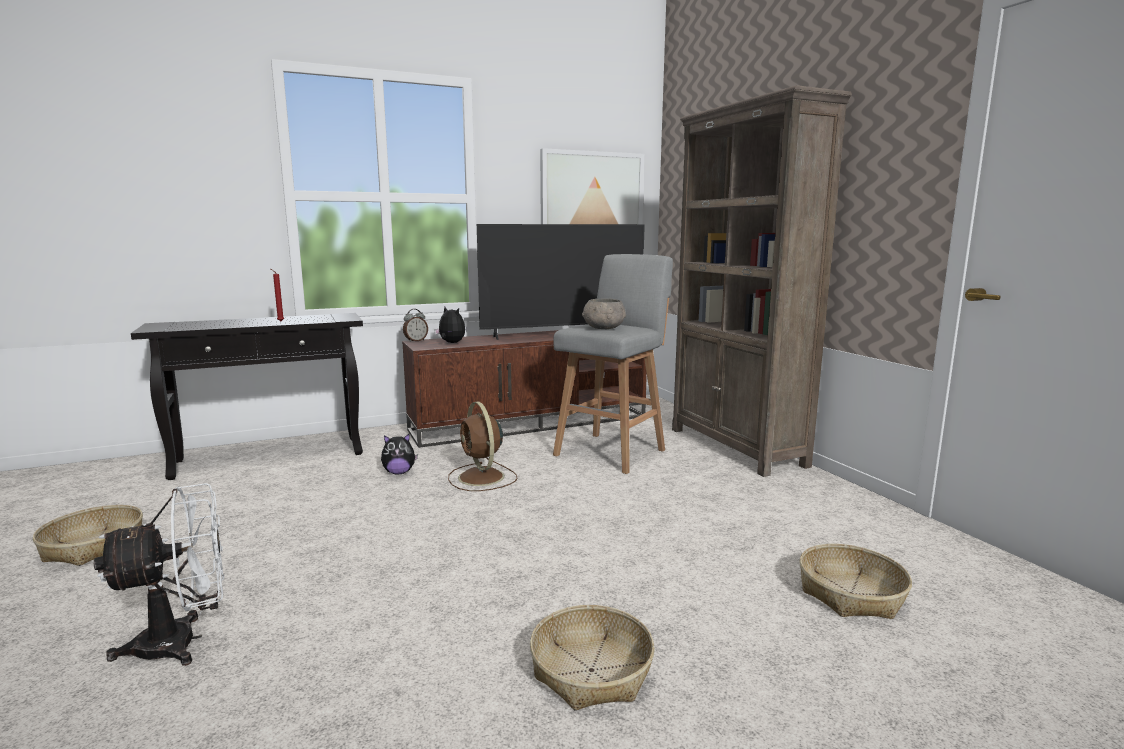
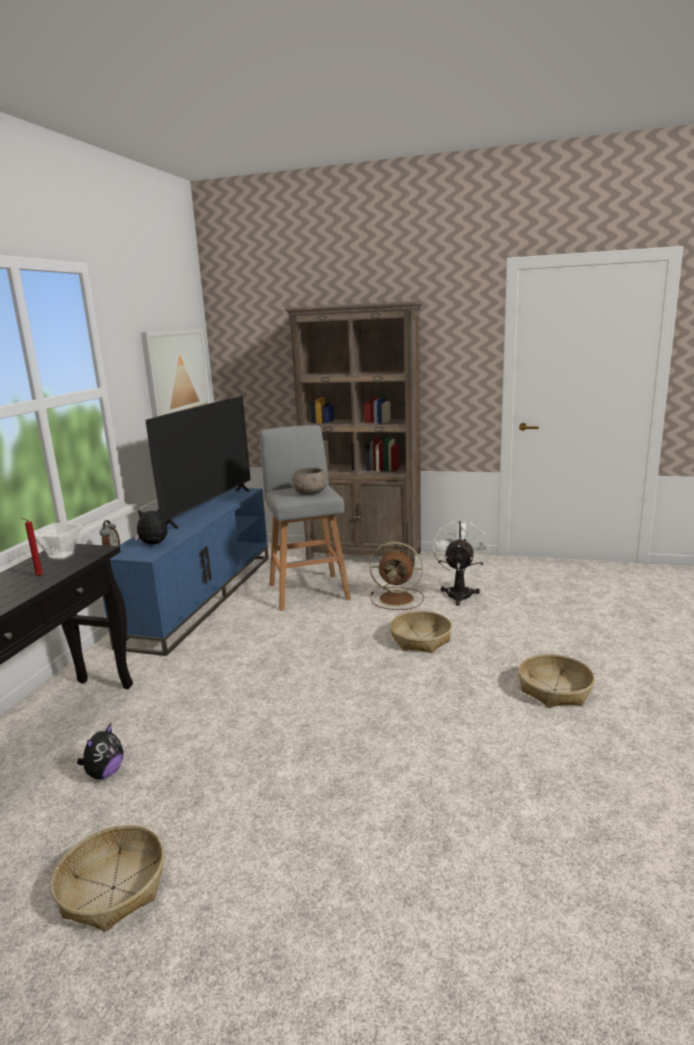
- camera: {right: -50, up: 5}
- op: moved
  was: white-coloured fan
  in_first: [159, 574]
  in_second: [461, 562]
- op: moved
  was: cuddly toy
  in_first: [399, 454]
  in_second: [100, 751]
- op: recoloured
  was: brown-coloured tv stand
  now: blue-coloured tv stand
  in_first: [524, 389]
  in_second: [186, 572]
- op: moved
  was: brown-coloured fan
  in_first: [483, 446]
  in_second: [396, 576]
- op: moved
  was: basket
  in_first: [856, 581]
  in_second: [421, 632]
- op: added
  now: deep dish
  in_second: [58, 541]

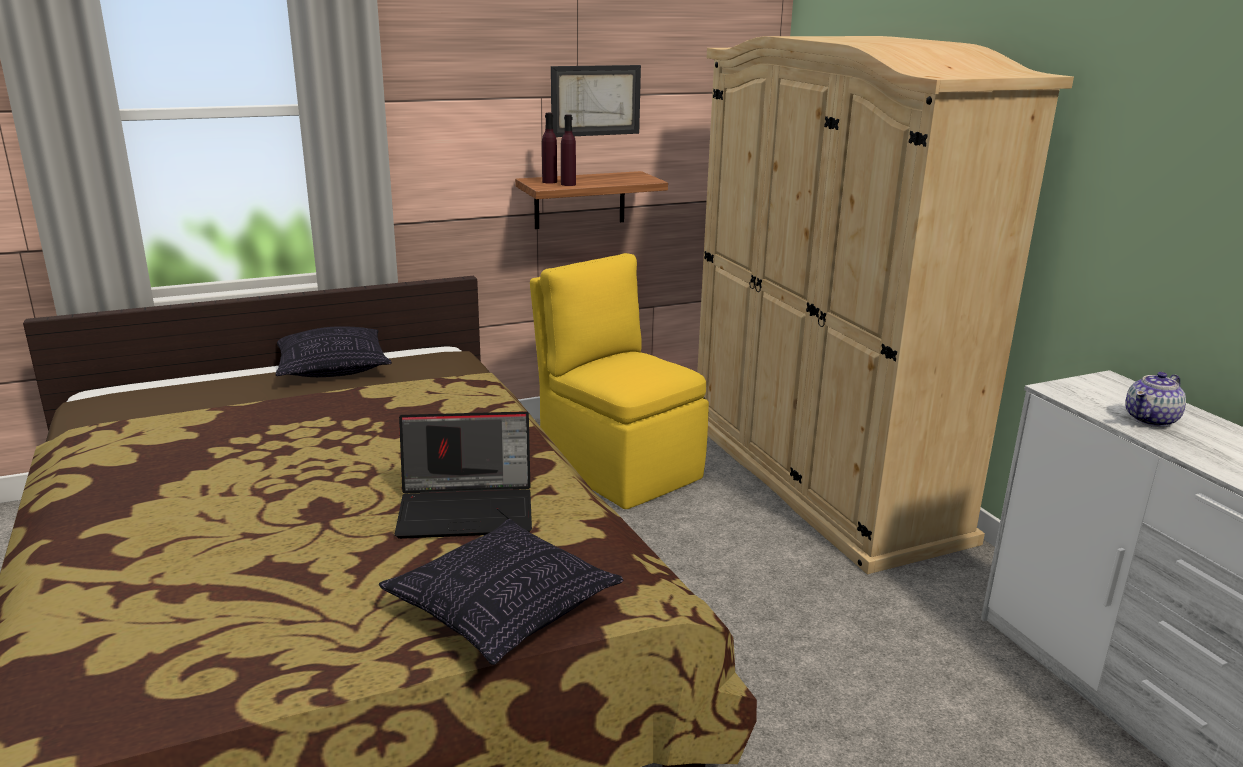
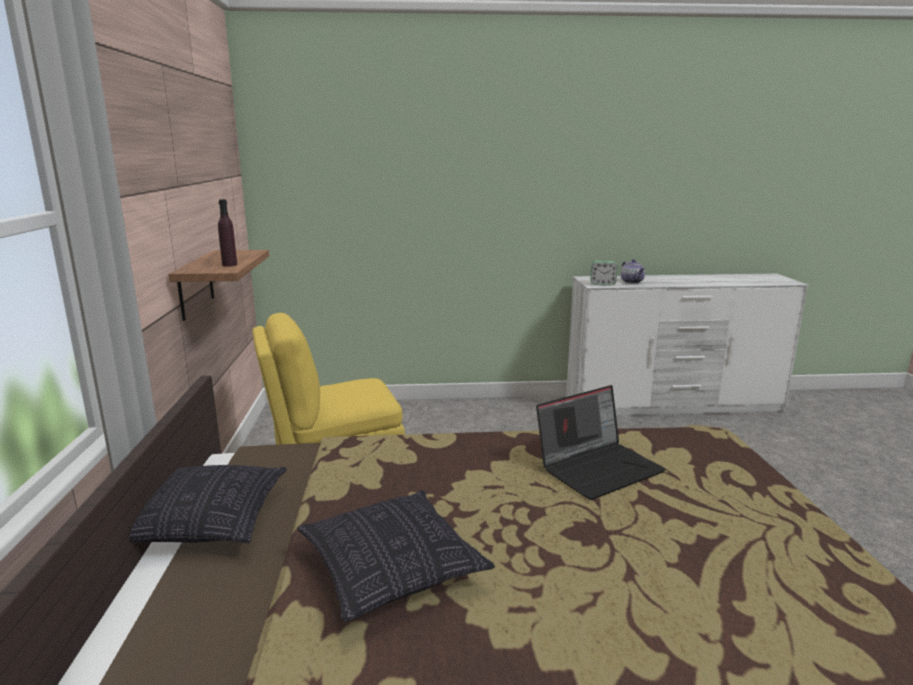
- camera: {right: -70, up: -5}
- op: moved
  was: throw pillow
  in_first: [501, 592]
  in_second: [396, 555]
- op: turned
  was: notebook computer
  in_first: [463, 475]
  in_second: [601, 442]
  clockwise: 45
- op: removed
  was: purplish drink bottle
  in_first: [549, 148]
- op: removed
  was: wall picture
  in_first: [596, 101]
- op: removed
  was: beige-coloured wardrobe
  in_first: [885, 305]
- op: added
  now: table clock
  in_second: [603, 273]

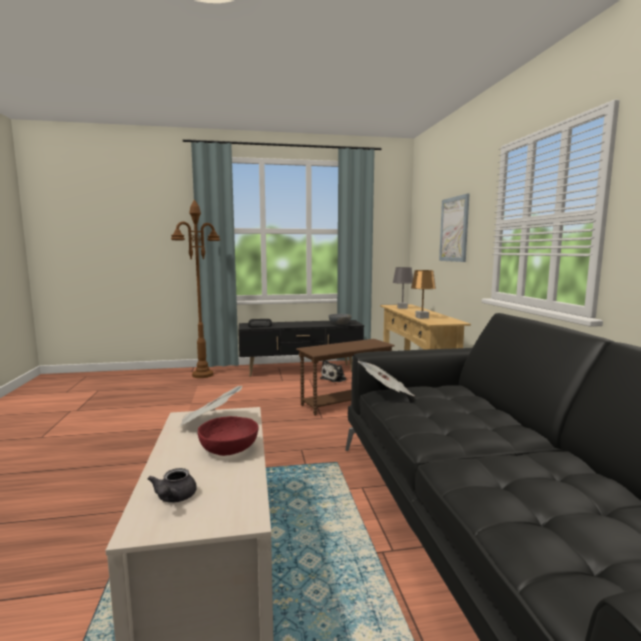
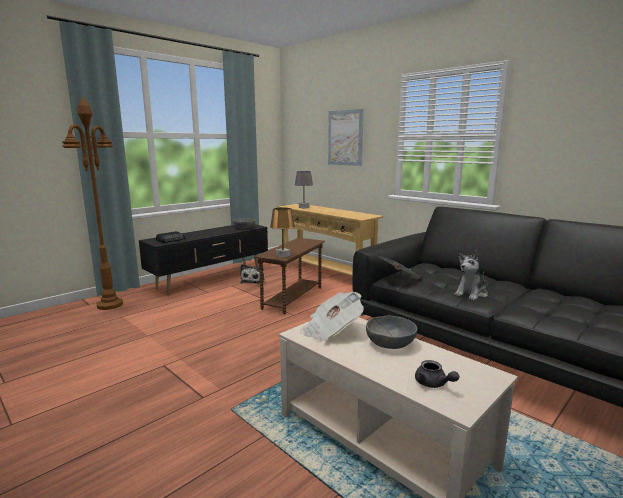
- camera: {right: -35, up: 5}
- op: recoloured
  was: red-coloured deep dish
  now: gray deep dish
  in_first: [228, 436]
  in_second: [391, 332]
- op: moved
  was: brown-coloured tabletop lamp
  in_first: [423, 294]
  in_second: [282, 232]
- op: added
  now: cuddly toy
  in_second: [471, 275]

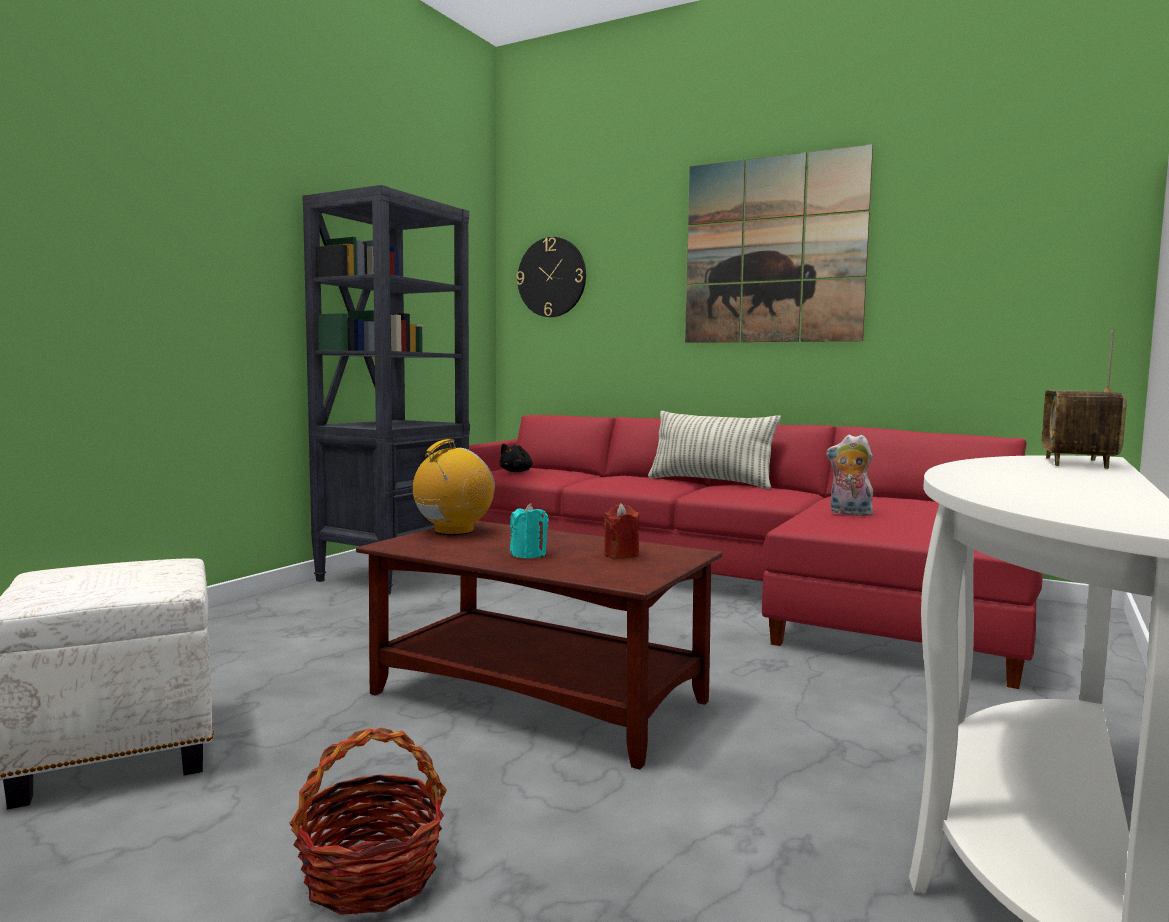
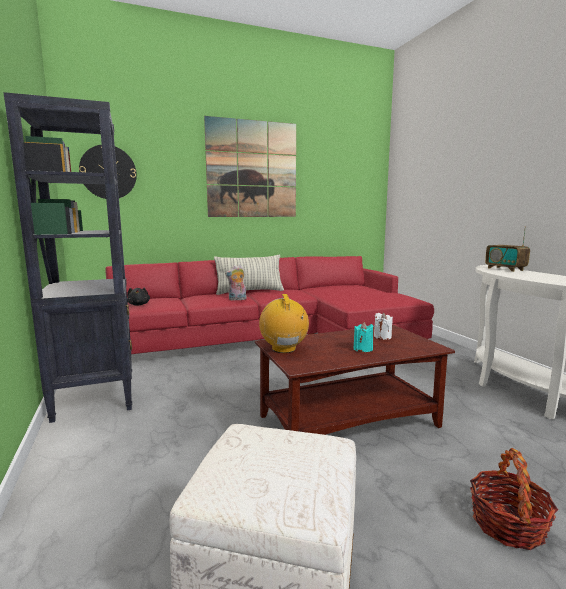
- camera: {right: -50, up: 5}
- op: recoloured
  was: red-coloured candle
  now: white-coloured candle
  in_first: [621, 531]
  in_second: [383, 326]
- op: moved
  was: cuddly toy
  in_first: [849, 475]
  in_second: [236, 283]

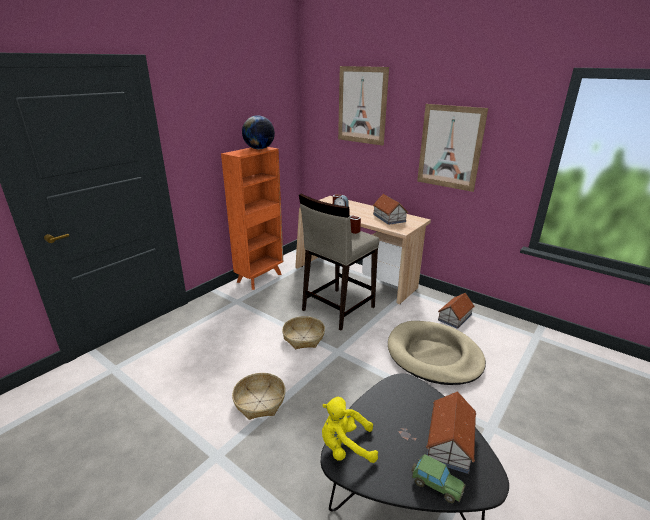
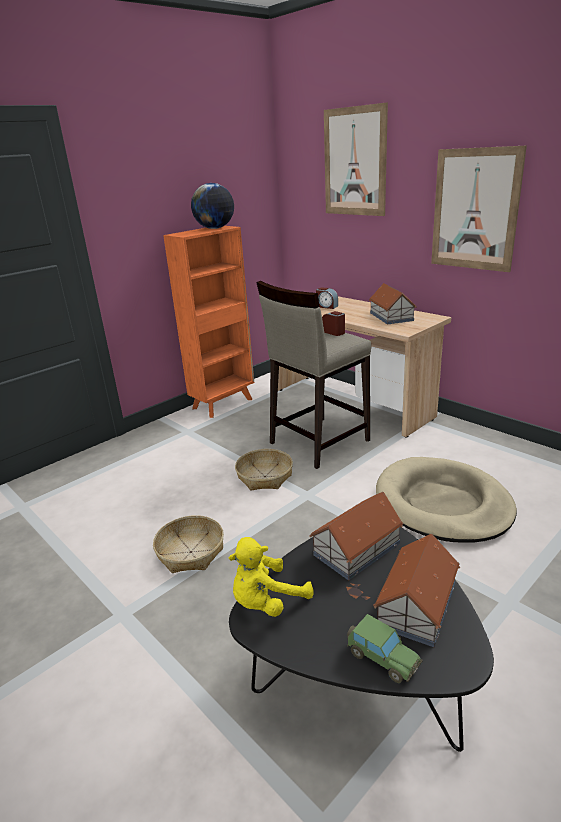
- camera: {right: 10, up: 0}
- op: turned
  was: yellow cuddly toy
  in_first: [350, 430]
  in_second: [271, 577]
  clockwise: -45
- op: moved
  was: model house
  in_first: [456, 311]
  in_second: [356, 536]

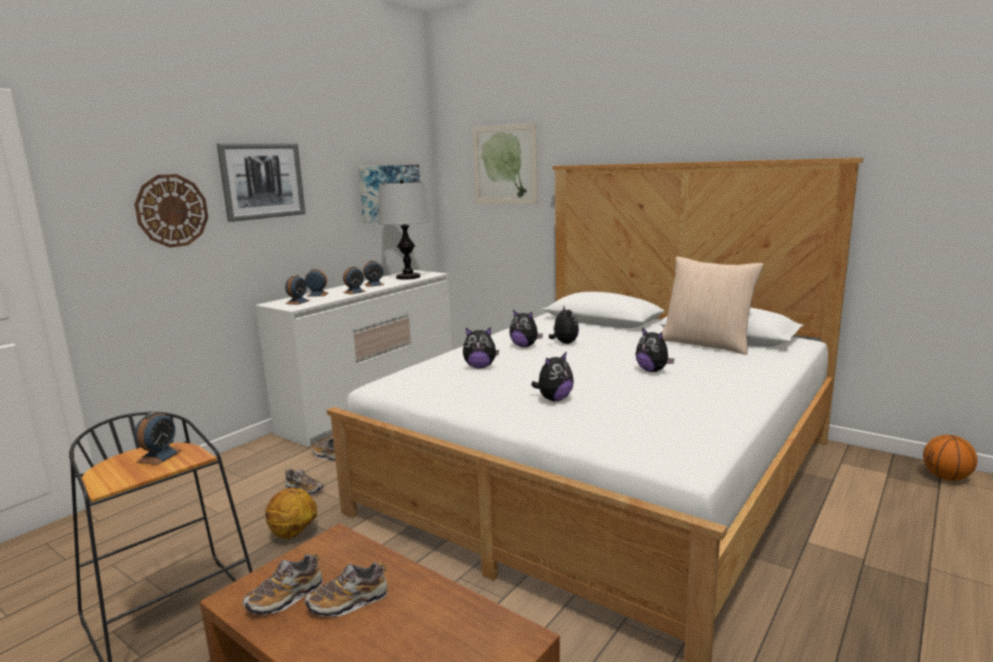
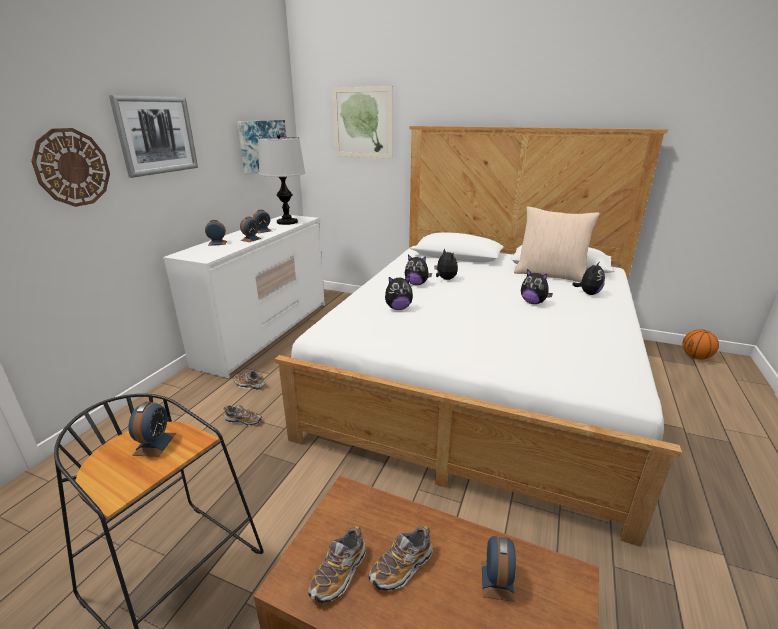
- camera: {right: -15, up: 10}
- op: removed
  was: ball for basketball
  in_first: [291, 513]
- op: moved
  was: table clock
  in_first: [297, 290]
  in_second: [498, 568]
- op: moved
  was: cuddly toy
  in_first: [552, 376]
  in_second: [588, 278]

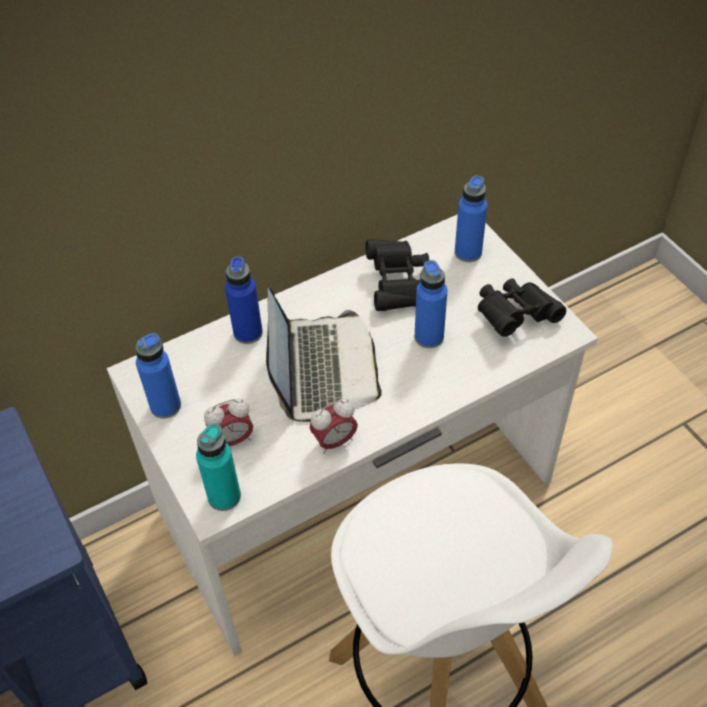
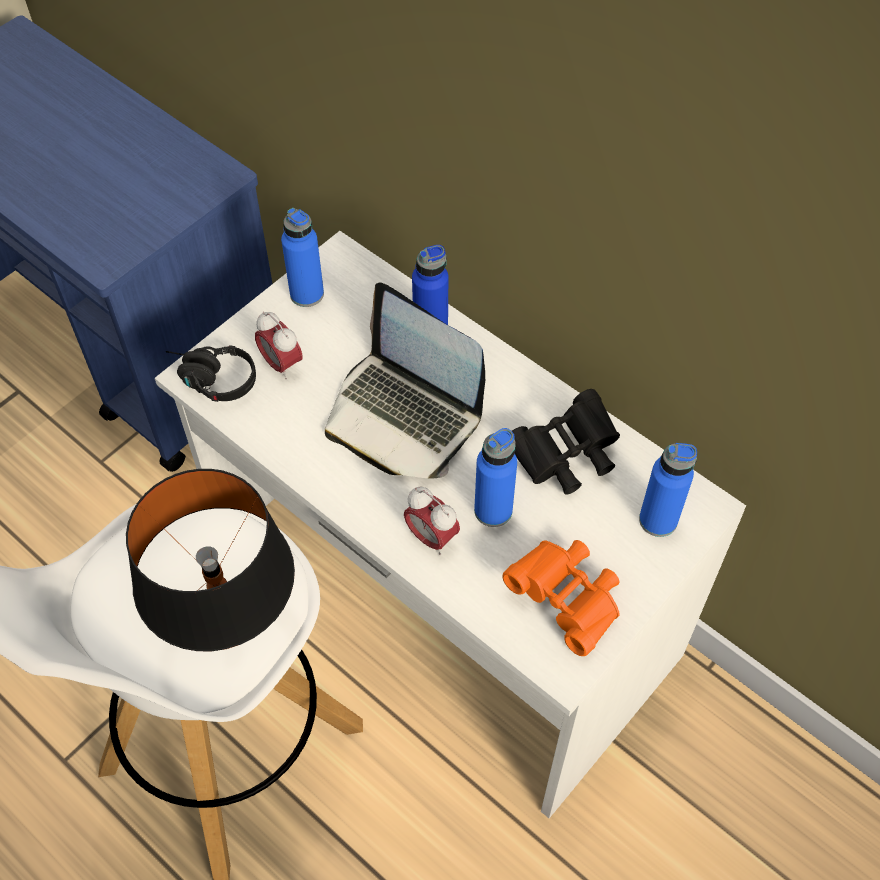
- camera: {right: 70, up: 5}
- op: replaced
  was: blue-green drink bottle
  now: black-coloured pair of headphones
  in_first: [218, 467]
  in_second: [211, 373]
- op: turned
  was: notebook computer
  in_first: [324, 355]
  in_second: [405, 380]
  clockwise: 60
- op: moved
  was: table clock
  in_first: [334, 426]
  in_second: [432, 521]
- op: recoloured
  was: black-coloured pair of binoculars
  now: orange-coloured pair of binoculars
  in_first: [522, 307]
  in_second: [561, 598]
- op: added
  now: black-coloured tabletop lamp
  in_second: [210, 560]

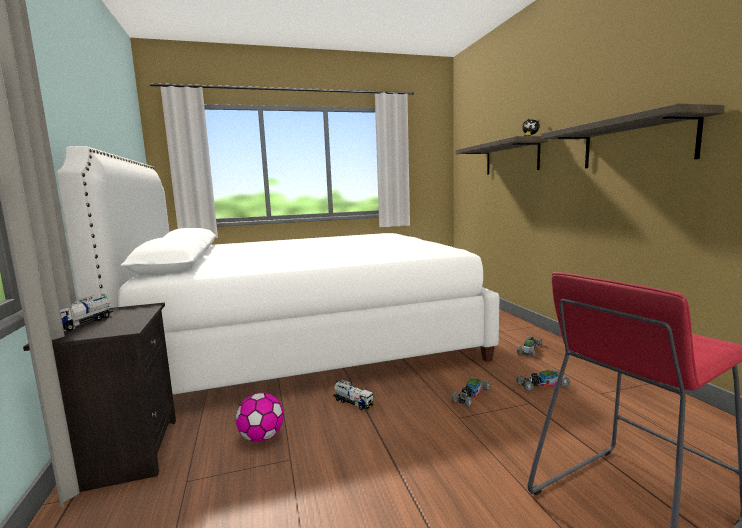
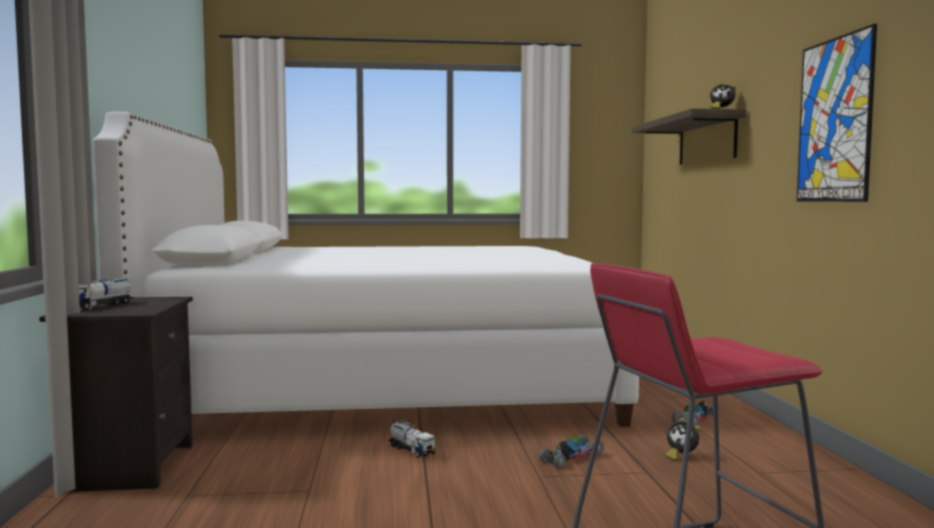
- camera: {right: 10, up: -5}
- op: removed
  was: football
  in_first: [260, 417]
- op: replaced
  was: model car
  now: table clock
  in_first: [543, 380]
  in_second: [683, 439]
- op: replaced
  was: wall shelf
  now: wall picture
  in_first: [633, 136]
  in_second: [837, 113]

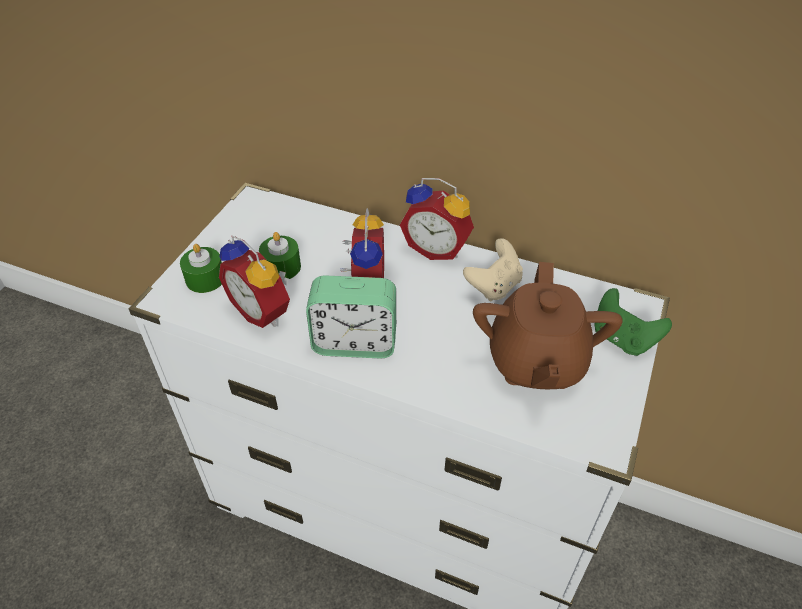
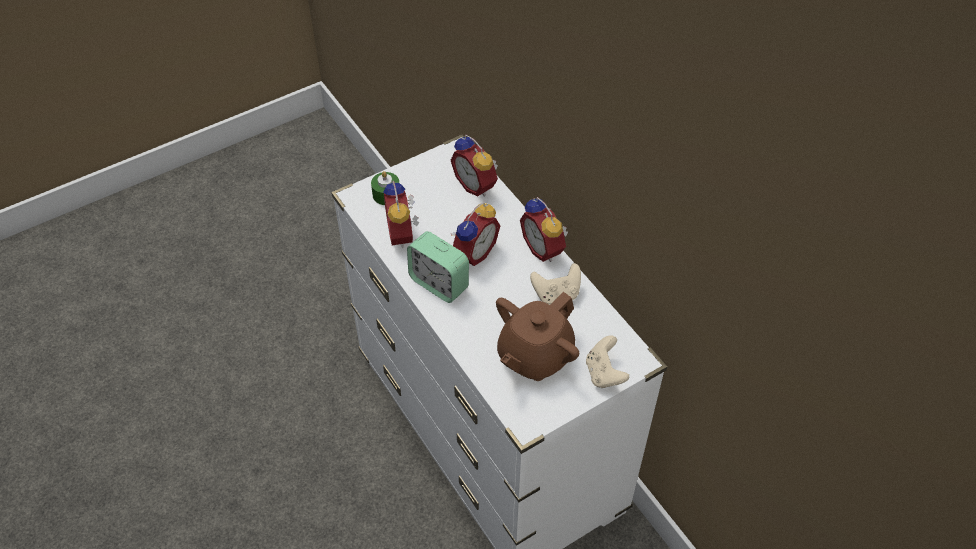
- camera: {right: 35, up: 5}
- op: removed
  was: green-coloured candle
  in_first: [280, 255]
- op: recoloured
  was: green-coloured gamepad
  now: beige-coloured gamepad
  in_first: [633, 322]
  in_second: [607, 361]
- op: added
  now: table clock
  in_second: [474, 165]

